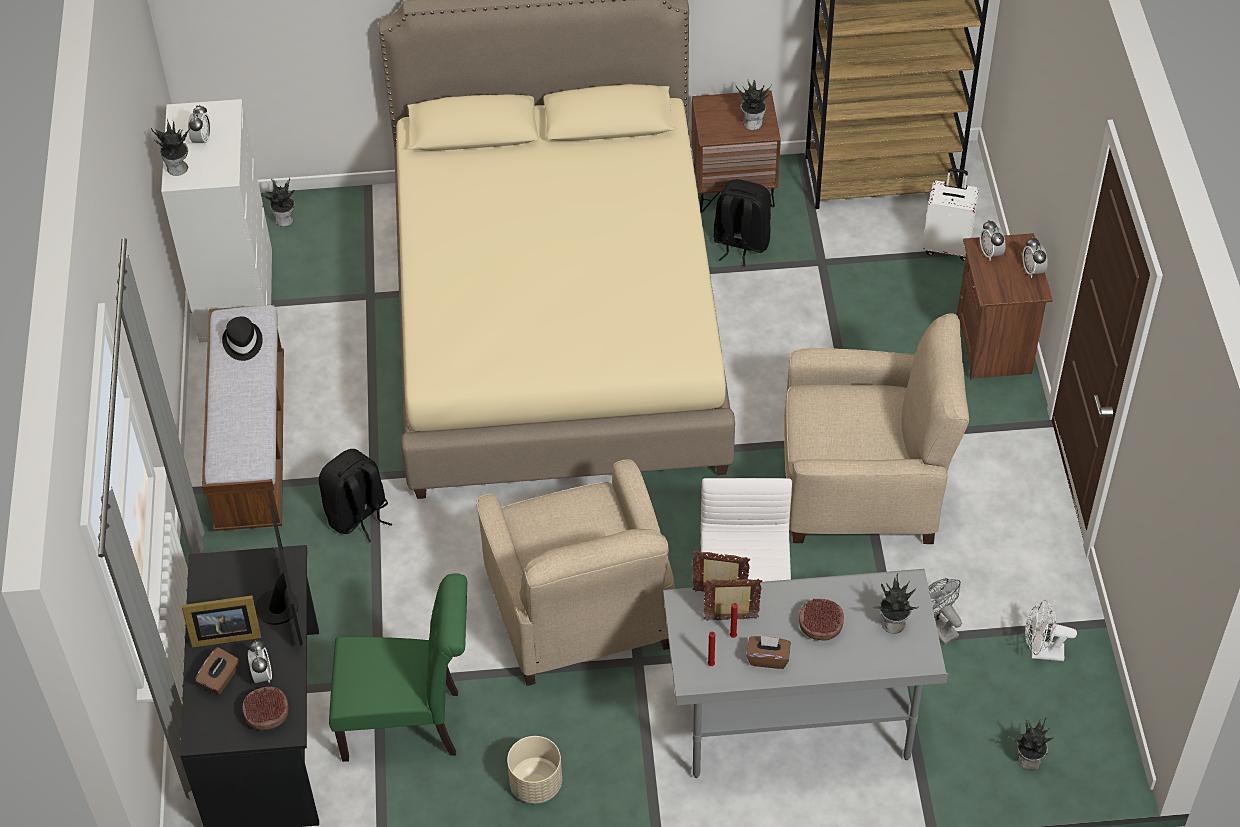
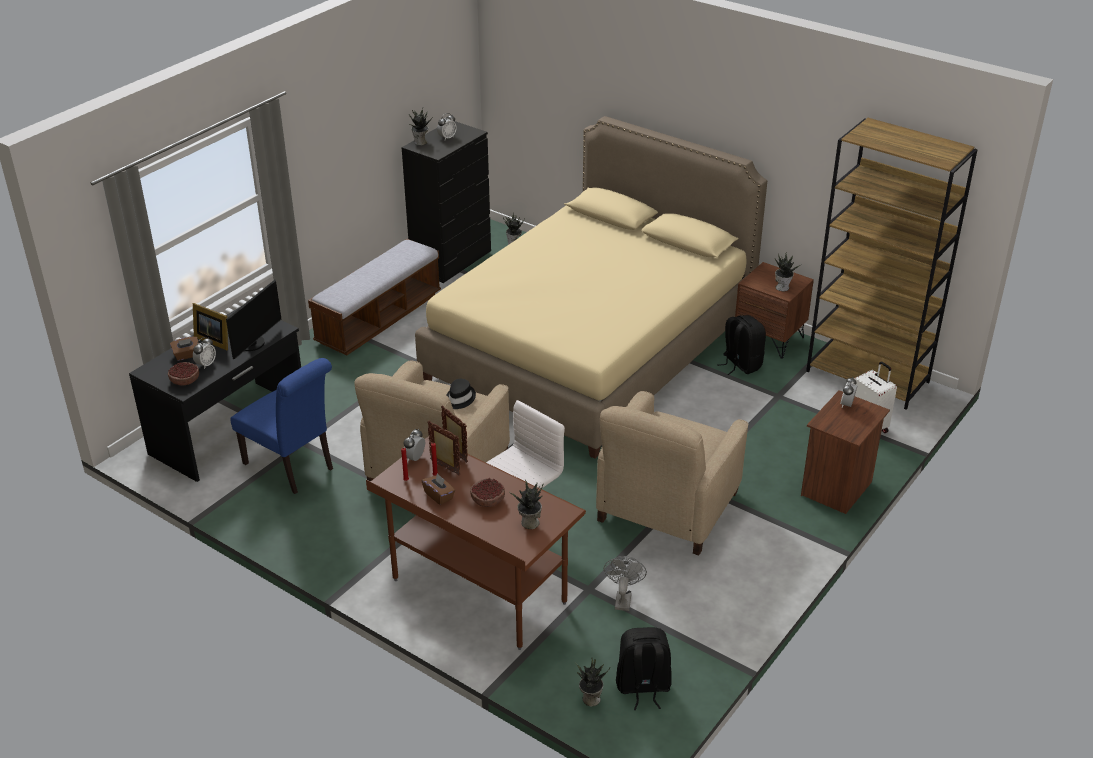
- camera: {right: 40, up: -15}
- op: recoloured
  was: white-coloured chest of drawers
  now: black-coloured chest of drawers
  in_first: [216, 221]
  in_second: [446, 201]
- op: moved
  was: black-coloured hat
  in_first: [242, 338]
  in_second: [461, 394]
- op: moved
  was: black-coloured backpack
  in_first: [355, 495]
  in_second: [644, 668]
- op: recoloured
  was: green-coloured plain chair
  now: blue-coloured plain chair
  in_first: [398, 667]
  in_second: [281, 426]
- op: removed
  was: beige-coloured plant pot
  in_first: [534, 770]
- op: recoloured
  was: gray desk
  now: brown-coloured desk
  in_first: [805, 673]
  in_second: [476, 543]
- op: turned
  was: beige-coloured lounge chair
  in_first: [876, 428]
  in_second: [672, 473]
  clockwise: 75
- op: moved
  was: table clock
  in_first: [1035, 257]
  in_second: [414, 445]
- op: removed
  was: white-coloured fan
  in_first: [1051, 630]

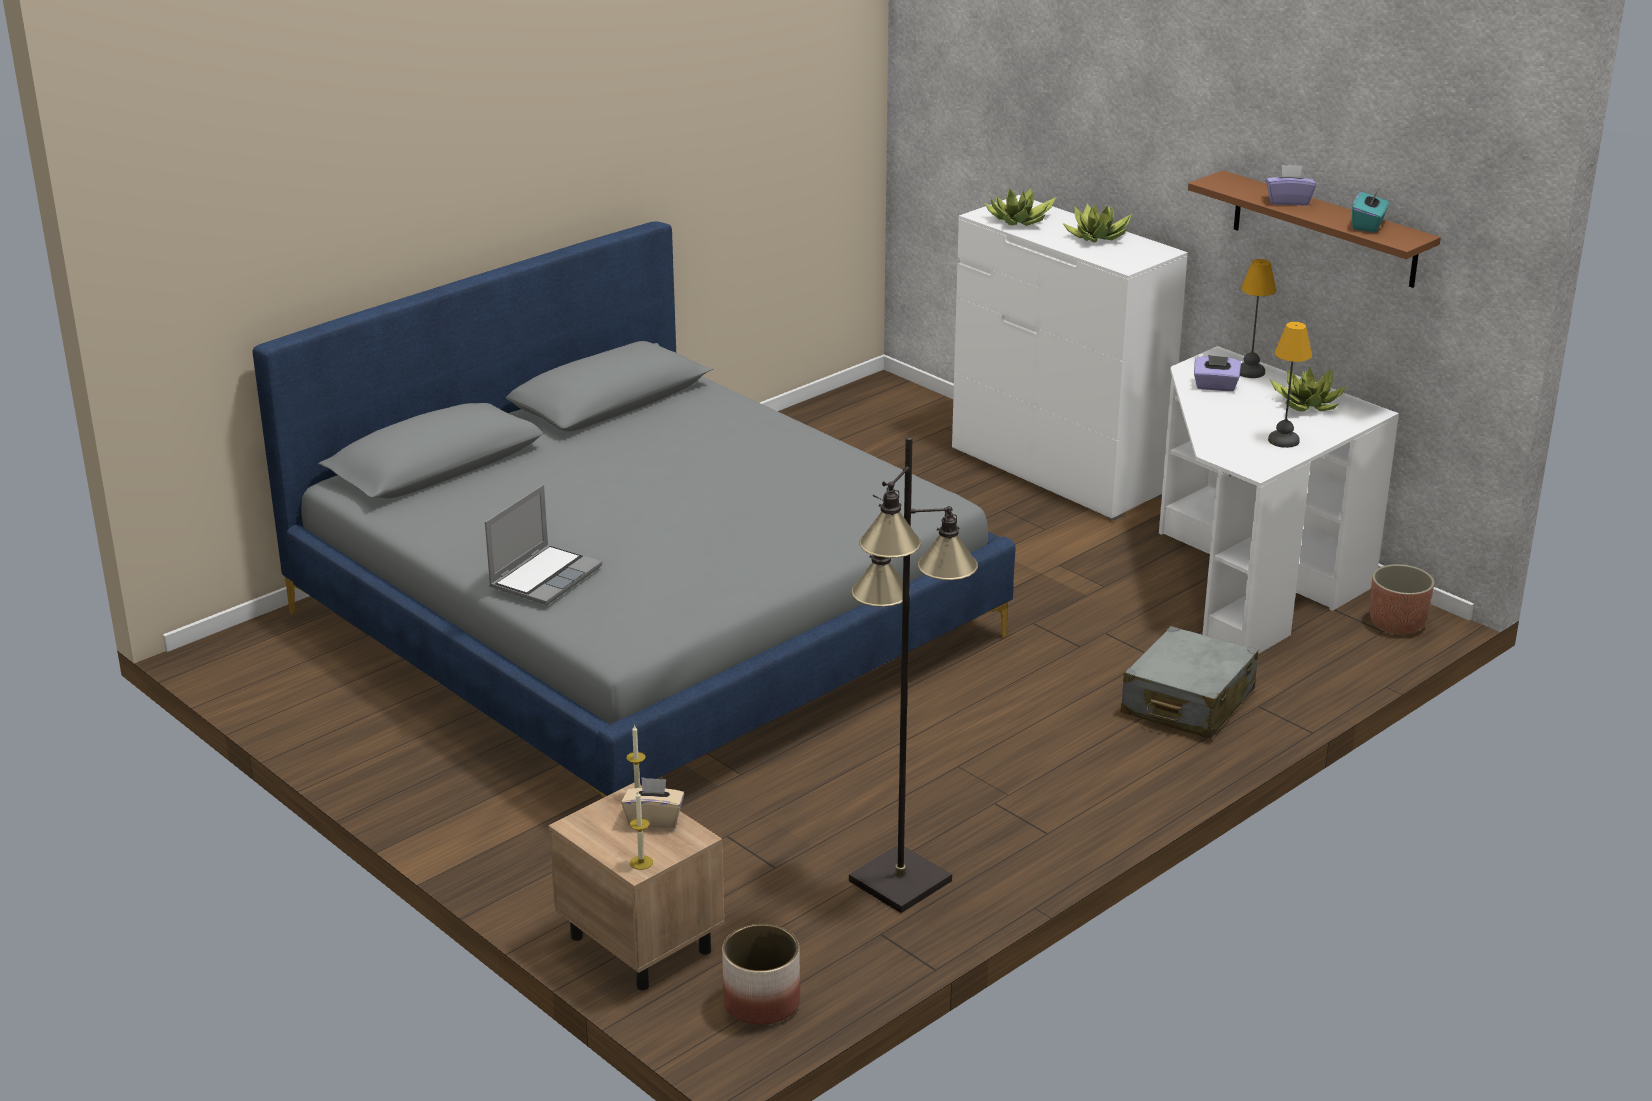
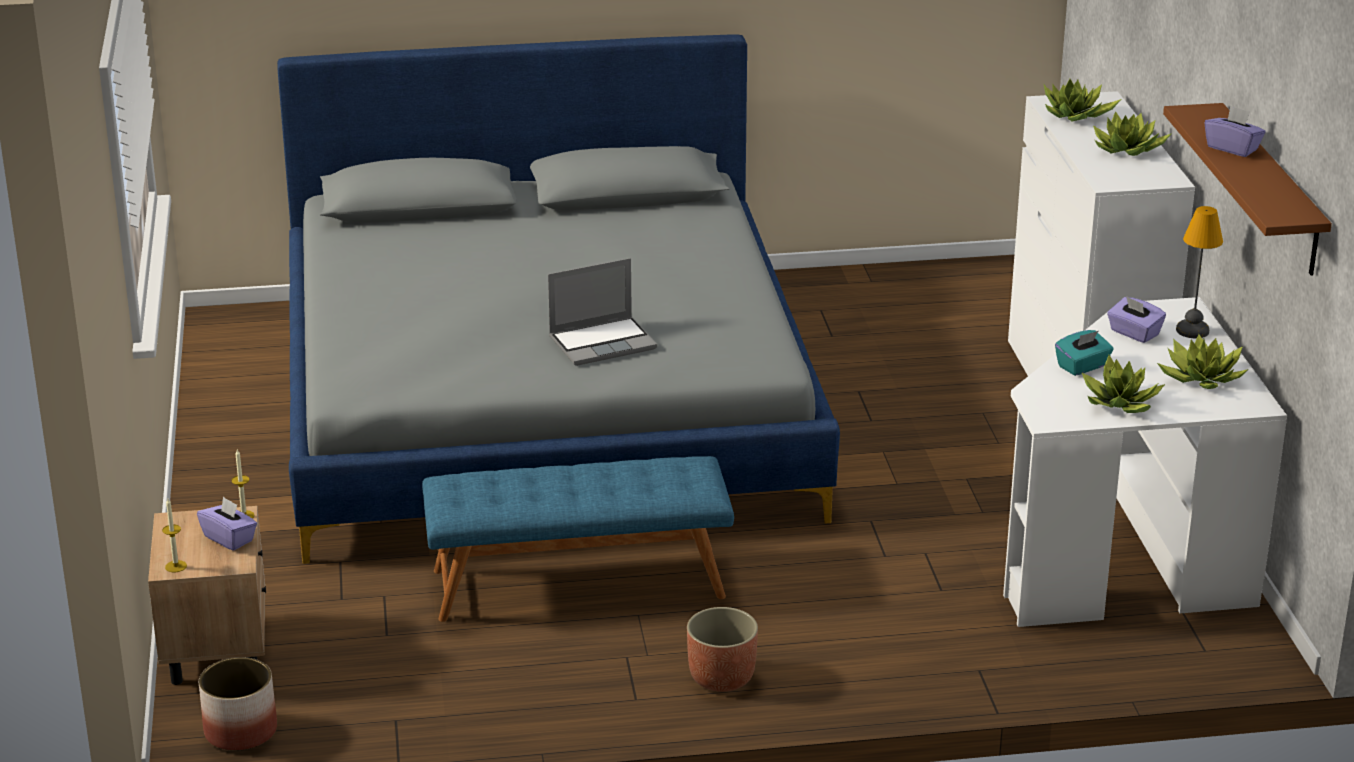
- camera: {right: 35, up: 0}
- op: moved
  was: notebook computer
  in_first: [543, 545]
  in_second: [602, 312]
- op: recoloured
  was: beige-coloured box of tissues
  now: purplish box of tissues
  in_first: [652, 802]
  in_second: [227, 523]
- op: removed
  was: black-coloured standard lamp
  in_first: [913, 675]
- op: removed
  was: gray piece of luggage
  in_first: [1189, 682]
- op: replaced
  was: tabletop lamp
  now: potted plant
  in_first: [1290, 385]
  in_second: [1123, 384]
- op: moved
  was: blue-green box of tissues
  in_first: [1370, 210]
  in_second: [1084, 353]
- op: moved
  was: plant pot
  in_first: [1402, 599]
  in_second: [722, 649]
- op: added
  now: blue-coloured indoor bench
  in_second: [578, 539]

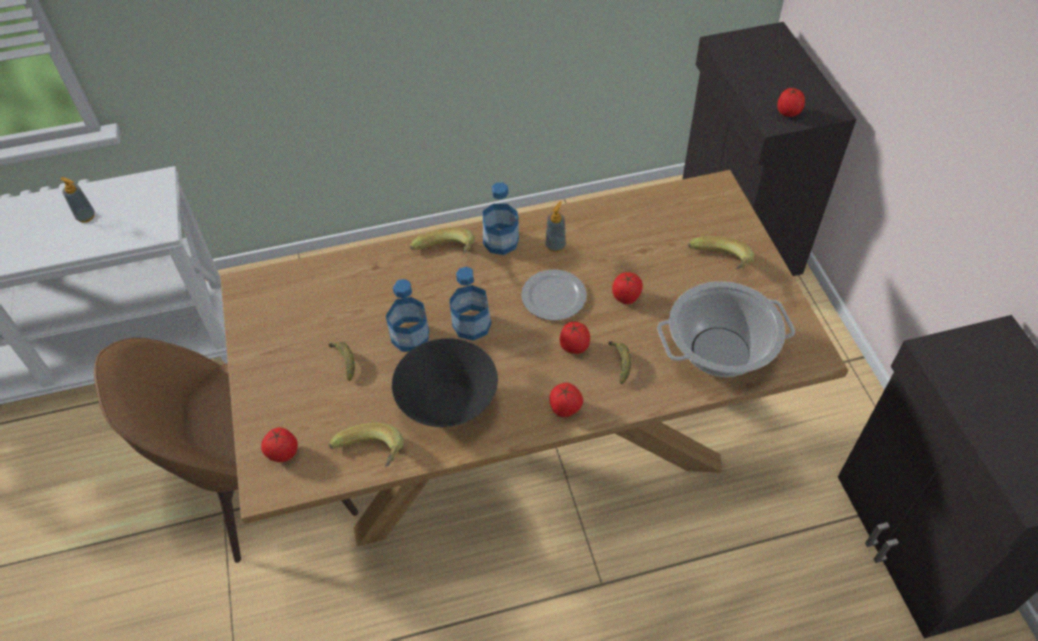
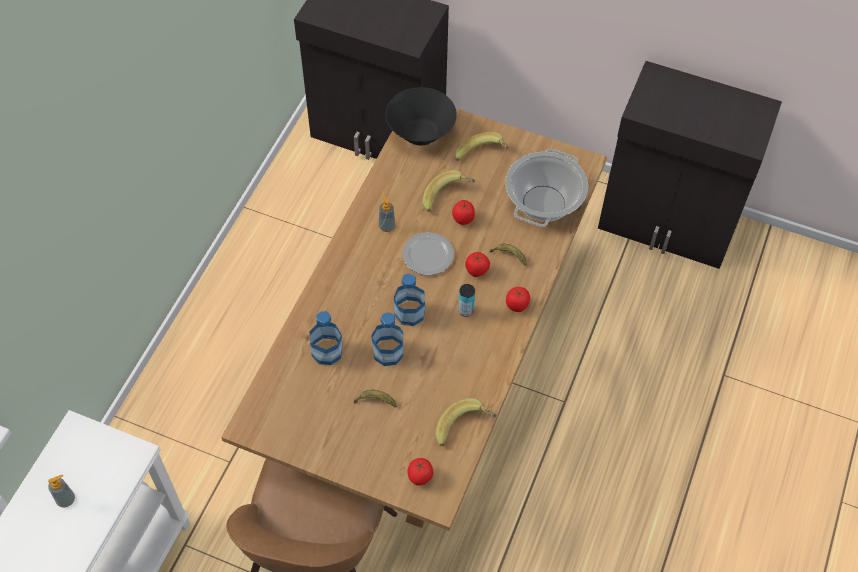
- camera: {right: -55, up: 5}
- op: moved
  was: black-coloured deep dish
  in_first: [445, 382]
  in_second: [421, 116]
- op: moved
  was: whole banana
  in_first: [442, 240]
  in_second: [449, 191]
- op: moved
  was: drink bottle
  in_first: [501, 218]
  in_second: [326, 338]
- op: removed
  was: fresh tomato
  in_first: [791, 102]
- op: added
  now: metal can
  in_second: [466, 300]

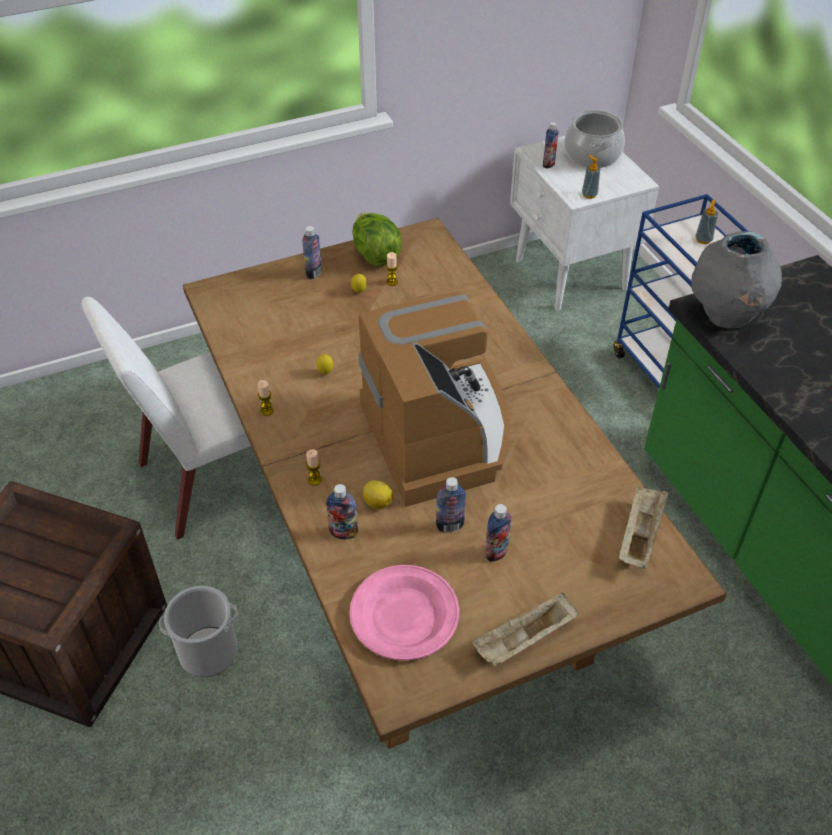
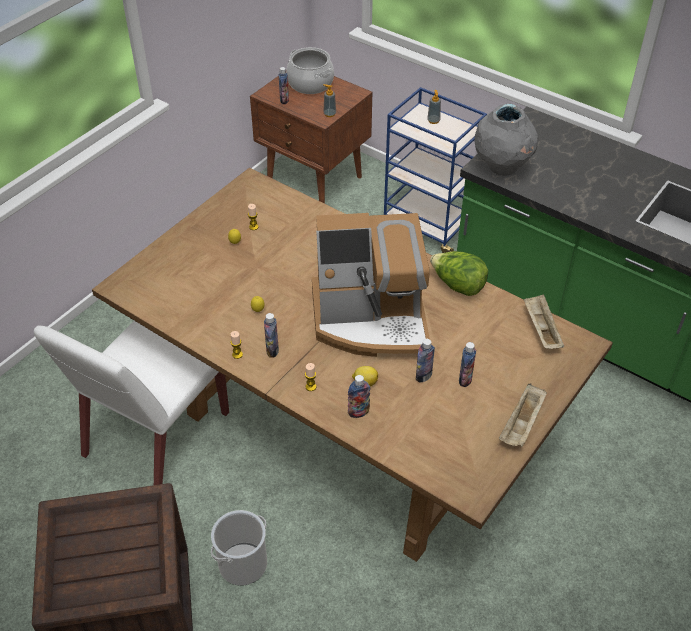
- camera: {right: -30, up: 0}
- op: moved
  was: drink bottle
  in_first: [312, 252]
  in_second: [271, 335]
- op: removed
  was: pink flat dish
  in_first: [404, 613]
- op: moved
  was: head of lettuce
  in_first: [377, 239]
  in_second: [459, 273]
- op: turned
  was: coffee maker
  in_first: [434, 399]
  in_second: [371, 285]
  clockwise: 135
- op: recoloured
  was: white-coloured nightstand
  now: brown-coloured nightstand
  in_first: [584, 223]
  in_second: [311, 140]

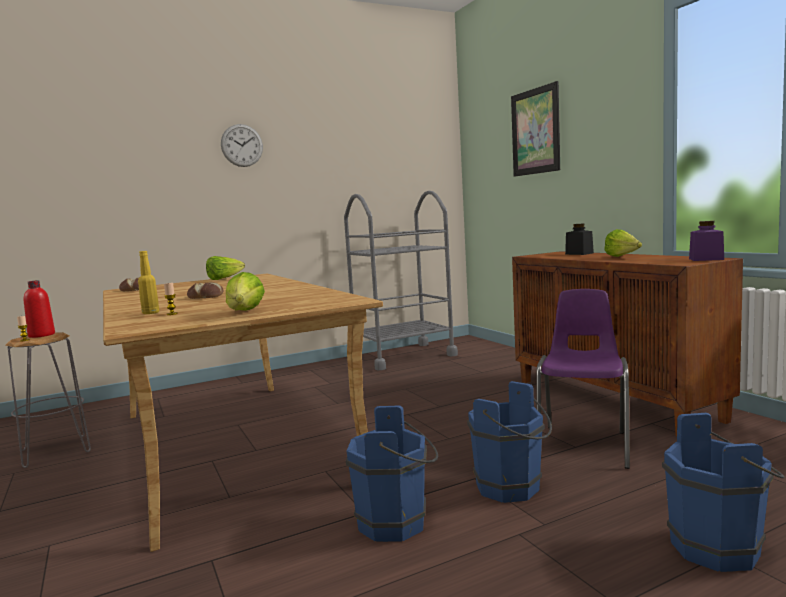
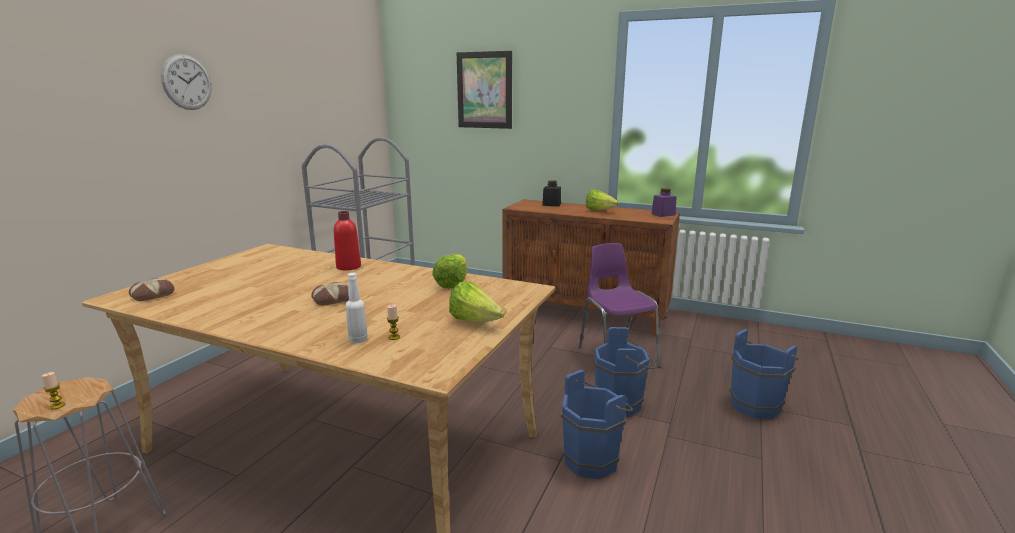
- camera: {right: -40, up: 10}
- op: moved
  was: red-coloured drink bottle
  in_first: [39, 309]
  in_second: [347, 241]
- op: recoloured
  was: yellow drink bottle
  now: white-coloured drink bottle
  in_first: [148, 282]
  in_second: [356, 308]
- op: moved
  was: head of lettuce
  in_first: [225, 268]
  in_second: [449, 271]

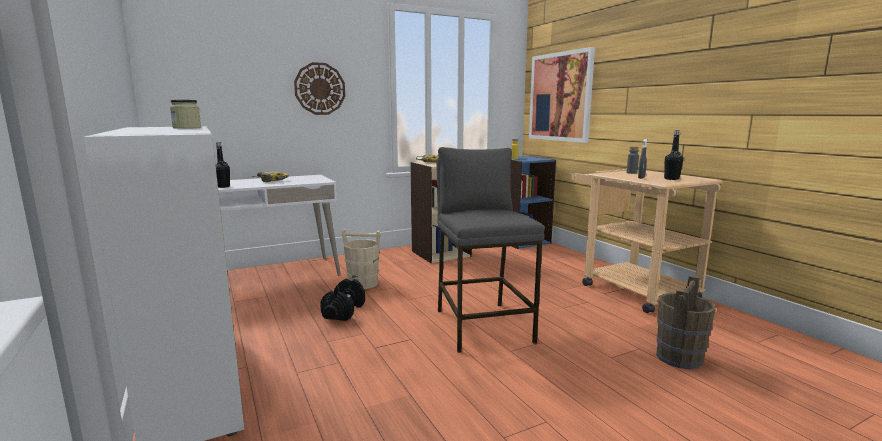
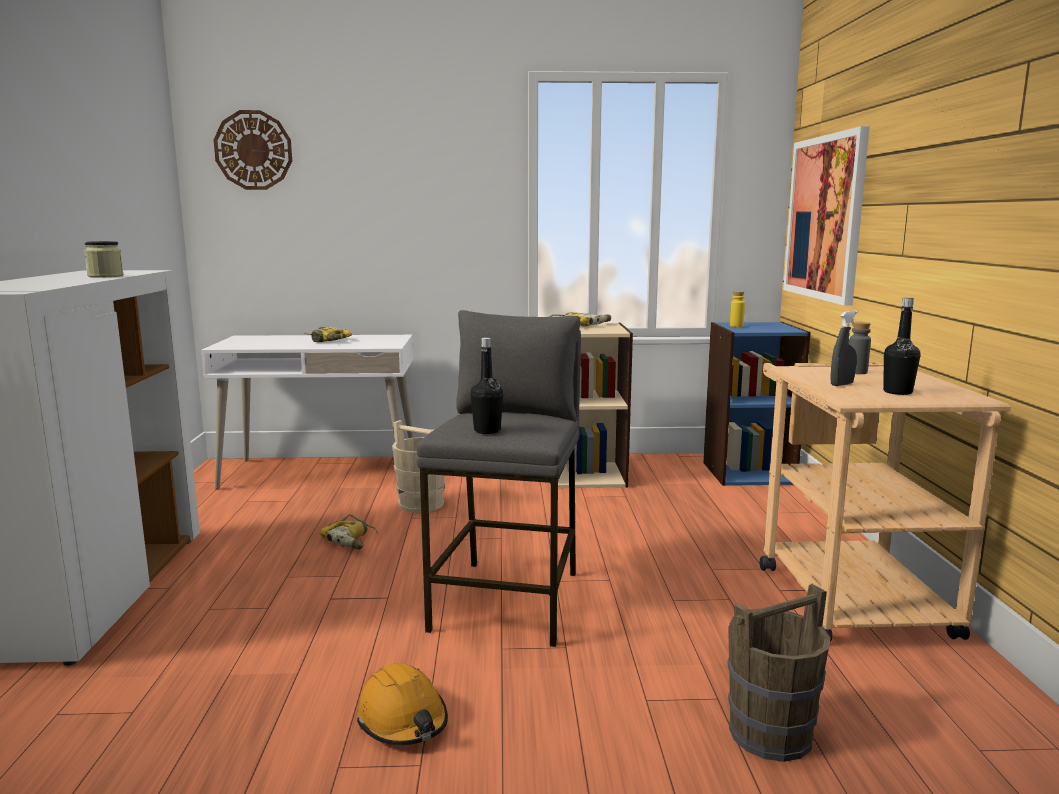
- camera: {right: 25, up: 0}
- op: moved
  was: black-coloured drink bottle
  in_first: [223, 165]
  in_second: [487, 386]
- op: moved
  was: hanging clock
  in_first: [319, 88]
  in_second: [252, 150]
- op: replaced
  was: black-coloured hand weight
  now: power drill
  in_first: [342, 299]
  in_second: [349, 532]
- op: added
  now: orange-coloured safety helmet
  in_second: [402, 704]

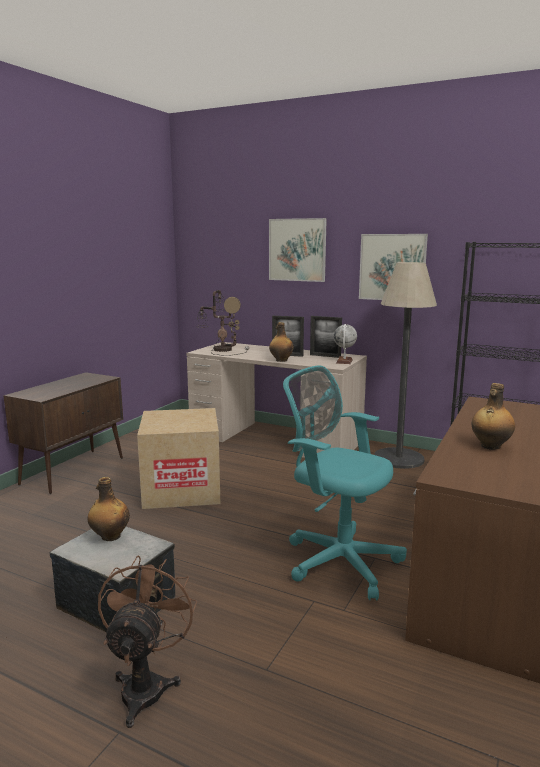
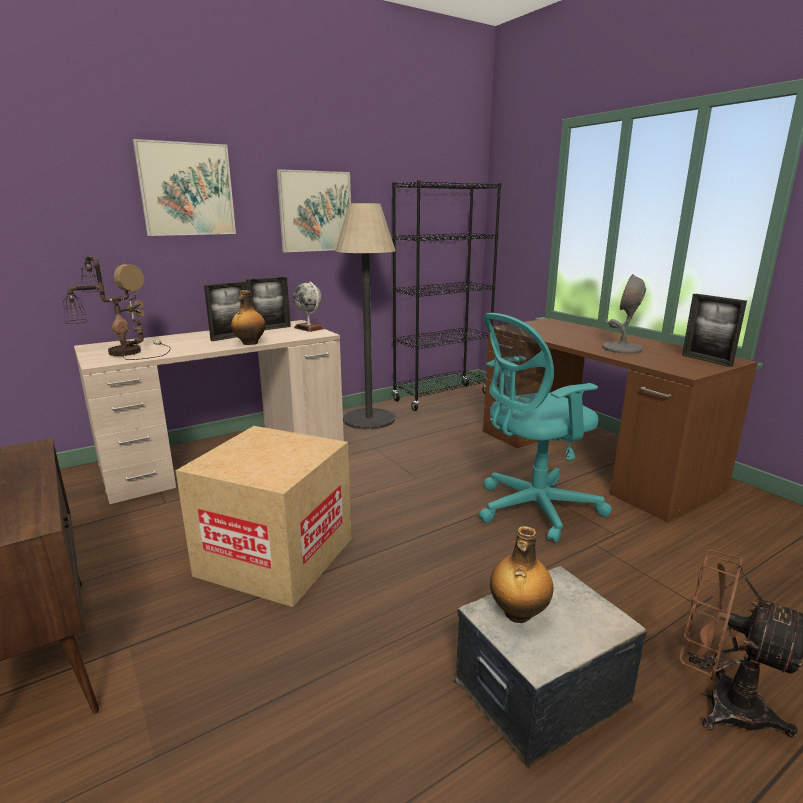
- camera: {right: -60, up: 5}
- op: replaced
  was: drink bottle
  now: gray tabletop lamp
  in_first: [493, 416]
  in_second: [624, 314]
- op: added
  now: photo frame
  in_second: [714, 330]

